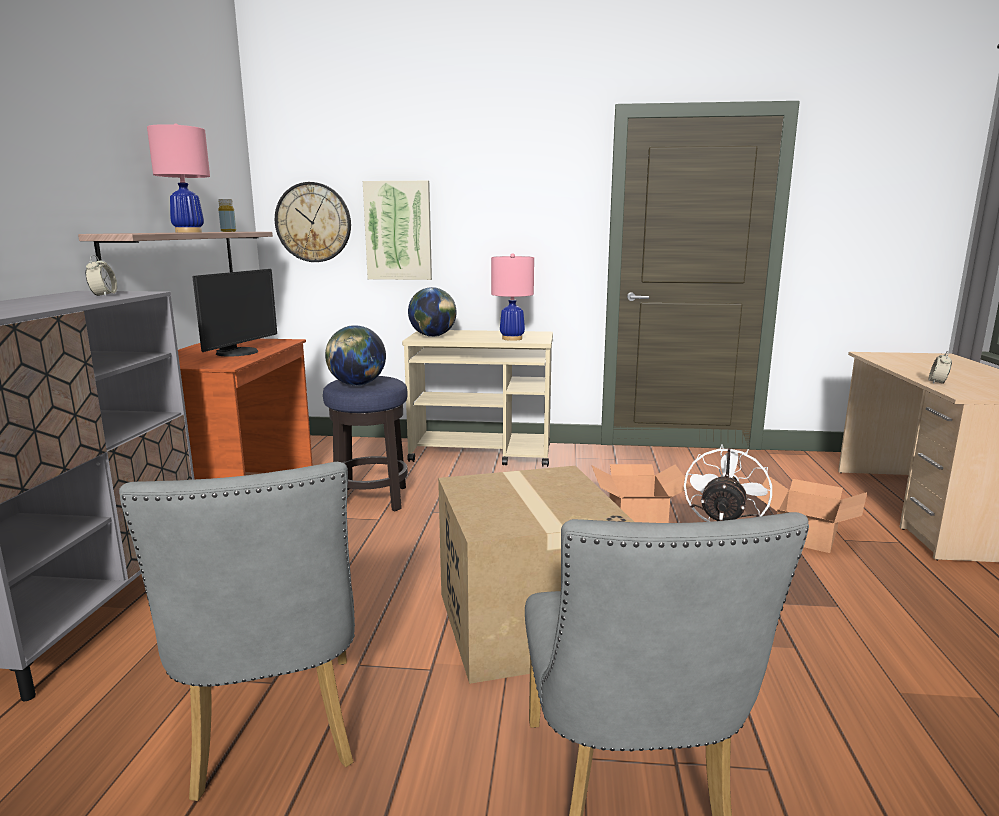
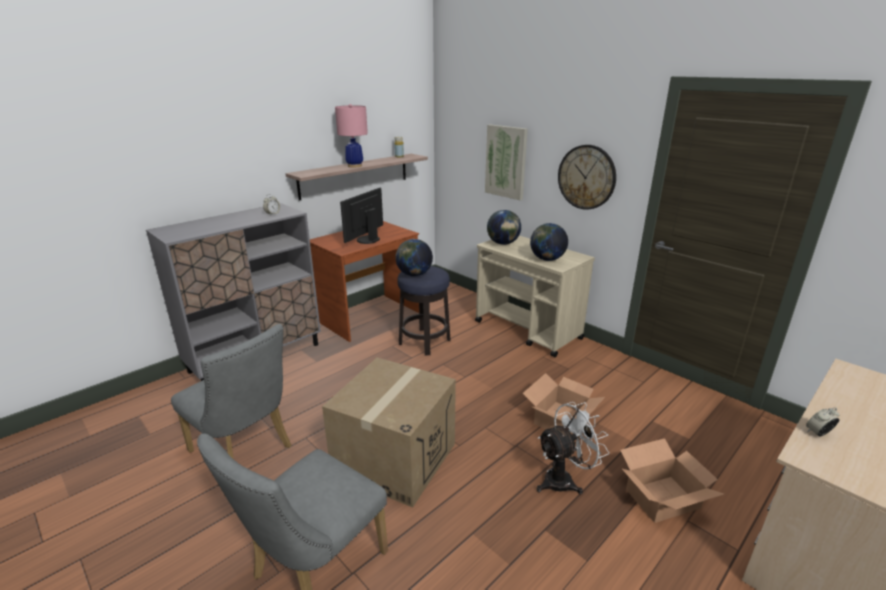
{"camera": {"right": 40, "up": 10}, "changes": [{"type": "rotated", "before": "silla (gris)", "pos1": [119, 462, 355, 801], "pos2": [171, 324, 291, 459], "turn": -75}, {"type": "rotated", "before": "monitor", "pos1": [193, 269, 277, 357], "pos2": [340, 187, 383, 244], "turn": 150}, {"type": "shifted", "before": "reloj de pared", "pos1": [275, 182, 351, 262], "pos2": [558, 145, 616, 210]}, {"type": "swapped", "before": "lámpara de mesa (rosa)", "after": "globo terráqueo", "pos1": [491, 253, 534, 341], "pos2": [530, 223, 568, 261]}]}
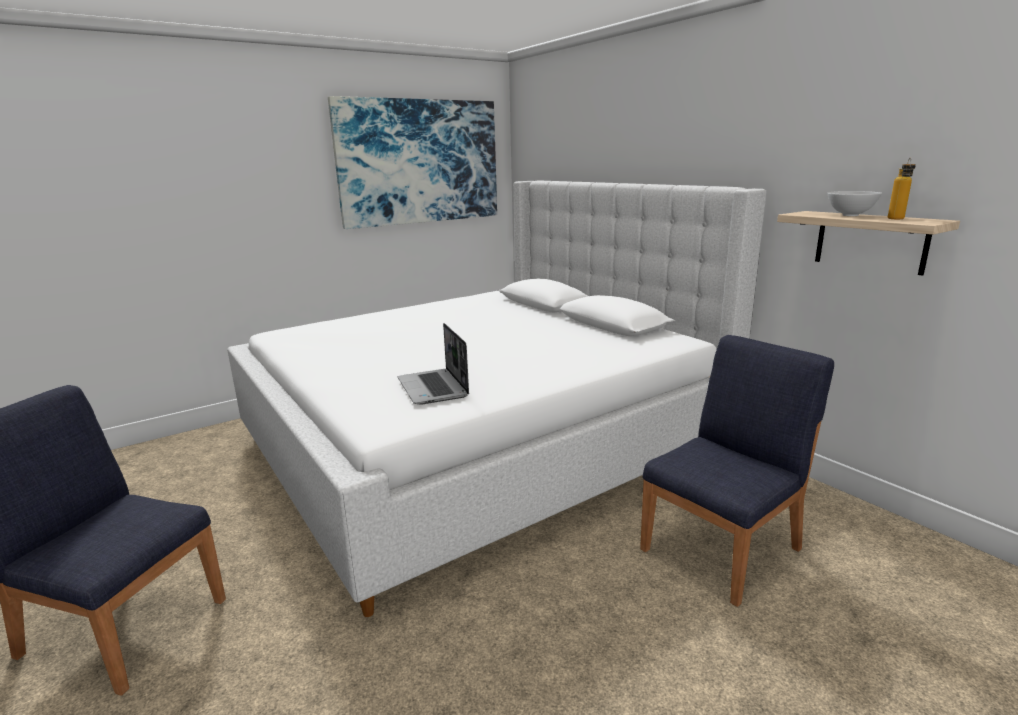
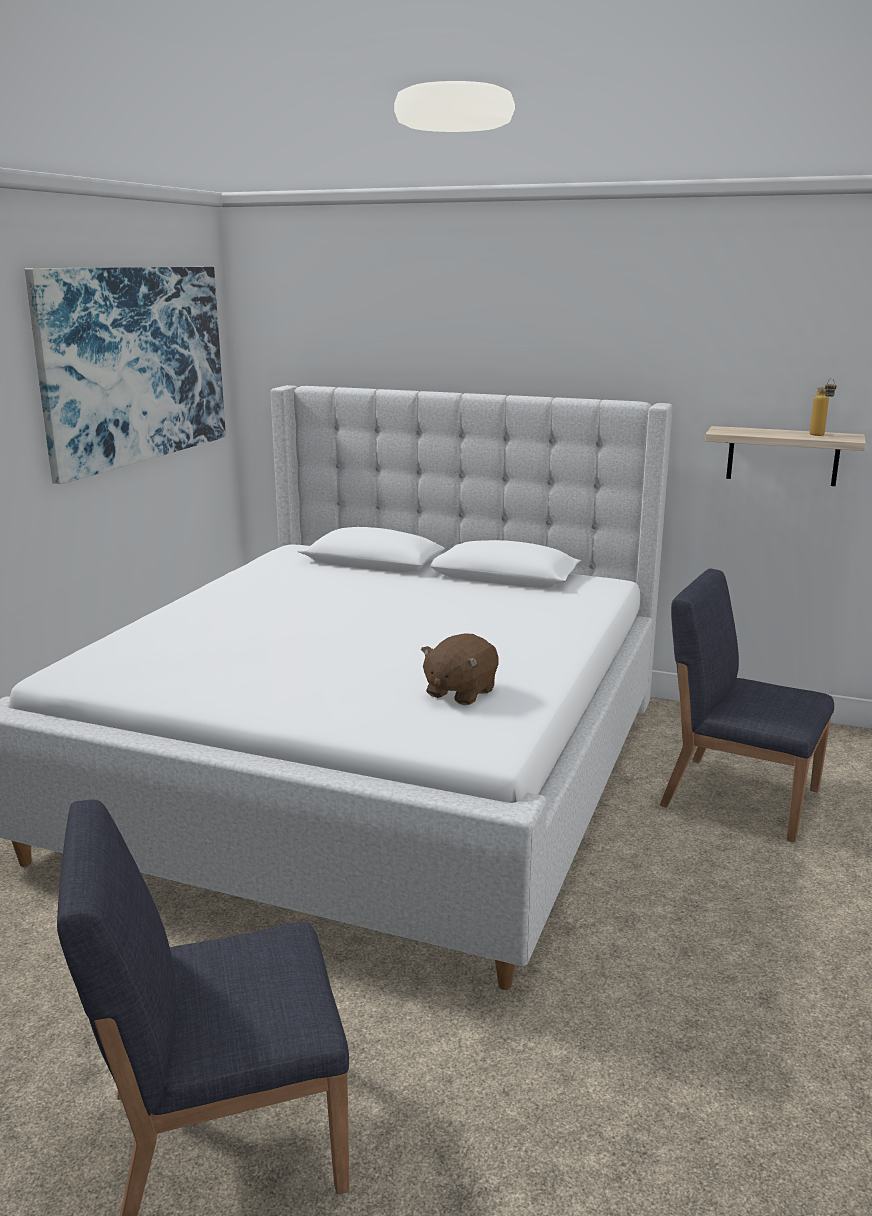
{"camera": {"right": -35, "up": 0}, "changes": [{"type": "swapped", "before": "portátil", "after": "peluche (marrón)", "pos1": [398, 323, 469, 404], "pos2": [421, 634, 499, 705]}, {"type": "rotated", "before": "silla (azul)", "pos1": [640, 335, 834, 607], "pos2": [660, 569, 834, 843], "turn": -75}, {"type": "gone", "before": "cuenco (blanco)", "pos1": [827, 191, 882, 216]}]}
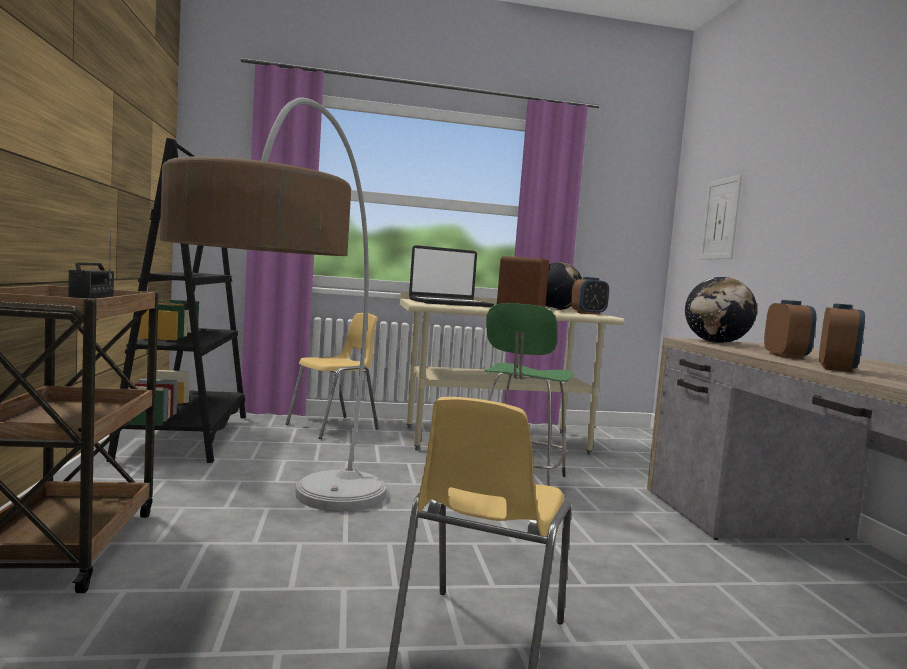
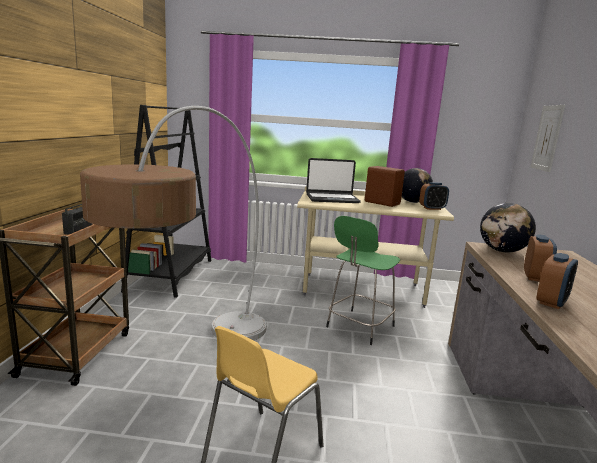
{"camera": {"right": 15, "up": 10}, "changes": [{"type": "gone", "before": "silla (amarillo)", "pos1": [286, 313, 379, 439]}]}
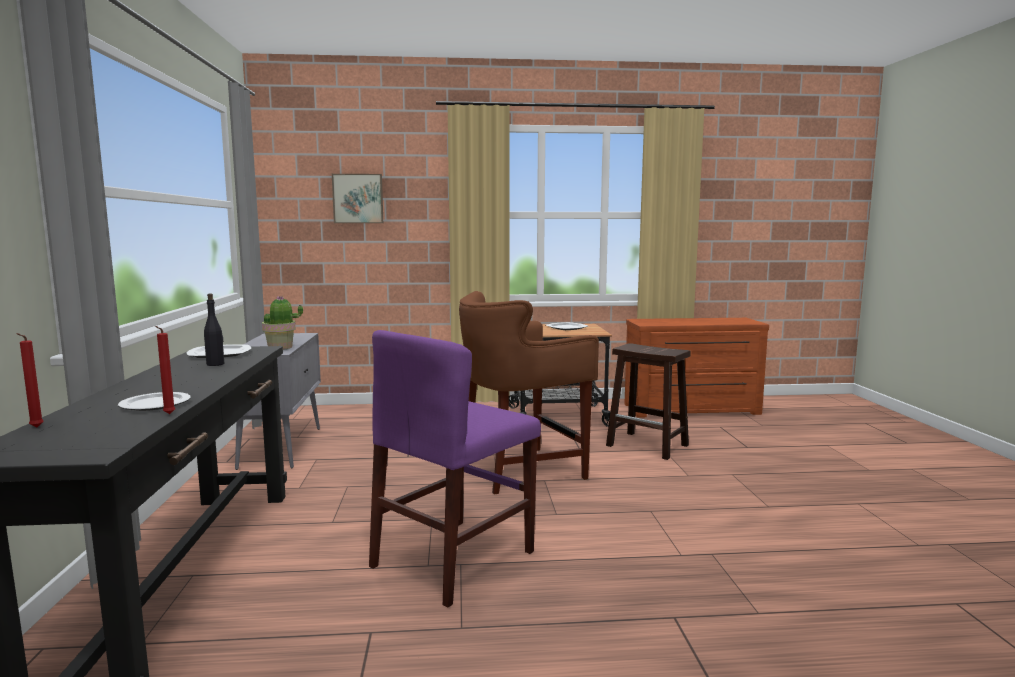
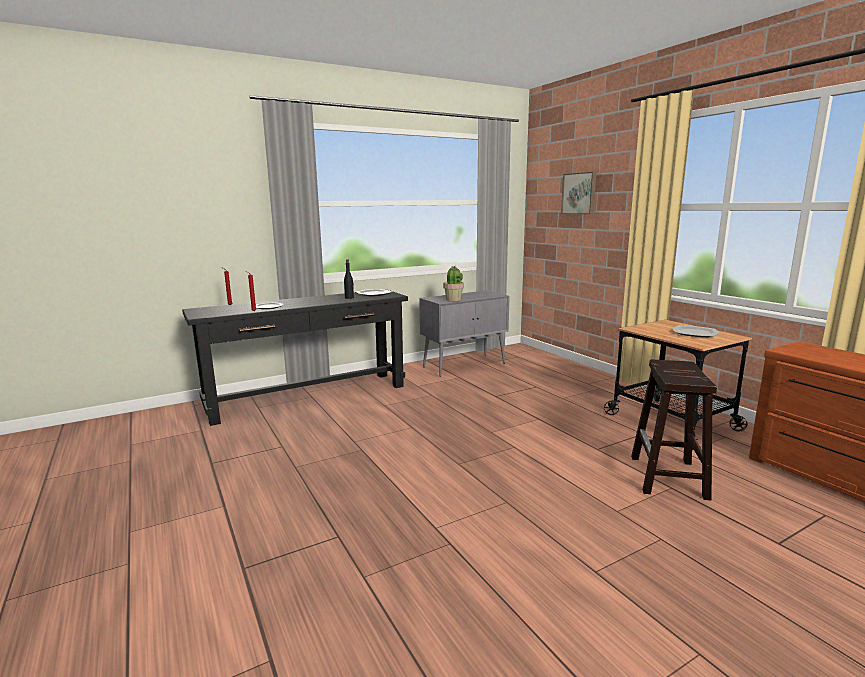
{"camera": {"right": 65, "up": 5}, "changes": [{"type": "gone", "before": "silla (morado)", "pos1": [369, 330, 541, 608]}, {"type": "gone", "before": "taburete (marrón)", "pos1": [459, 291, 599, 494]}]}
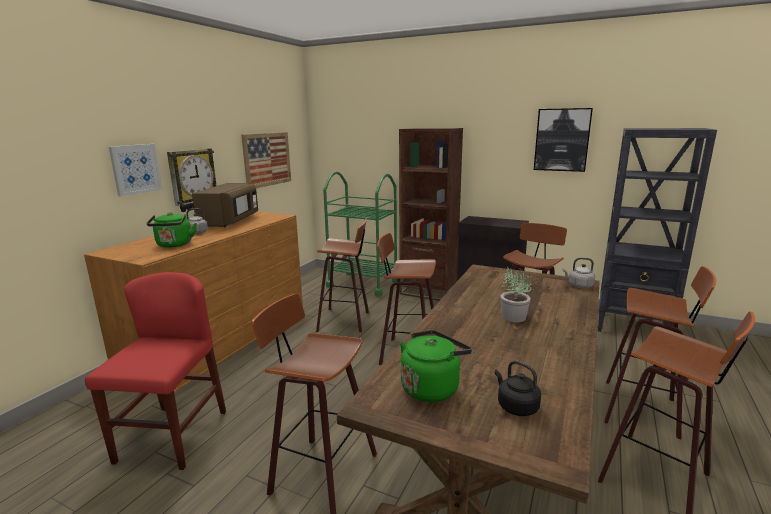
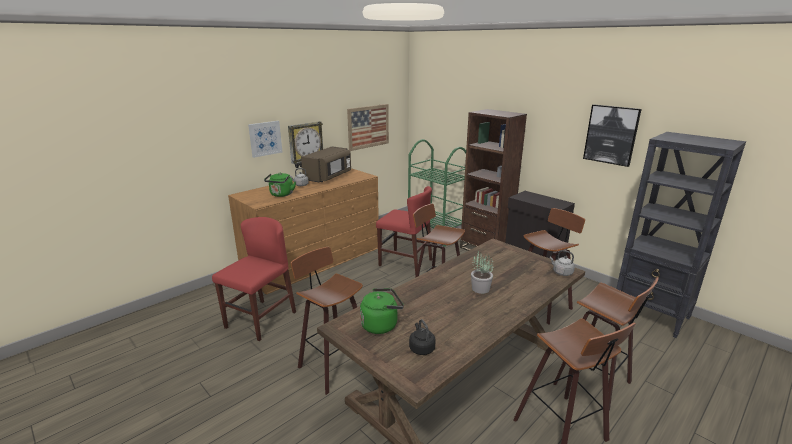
{"camera": {"right": 20, "up": 5}, "changes": [{"type": "swapped", "before": "taburete", "after": "silla (rojo)", "pos1": [316, 218, 369, 332], "pos2": [376, 186, 432, 275]}]}
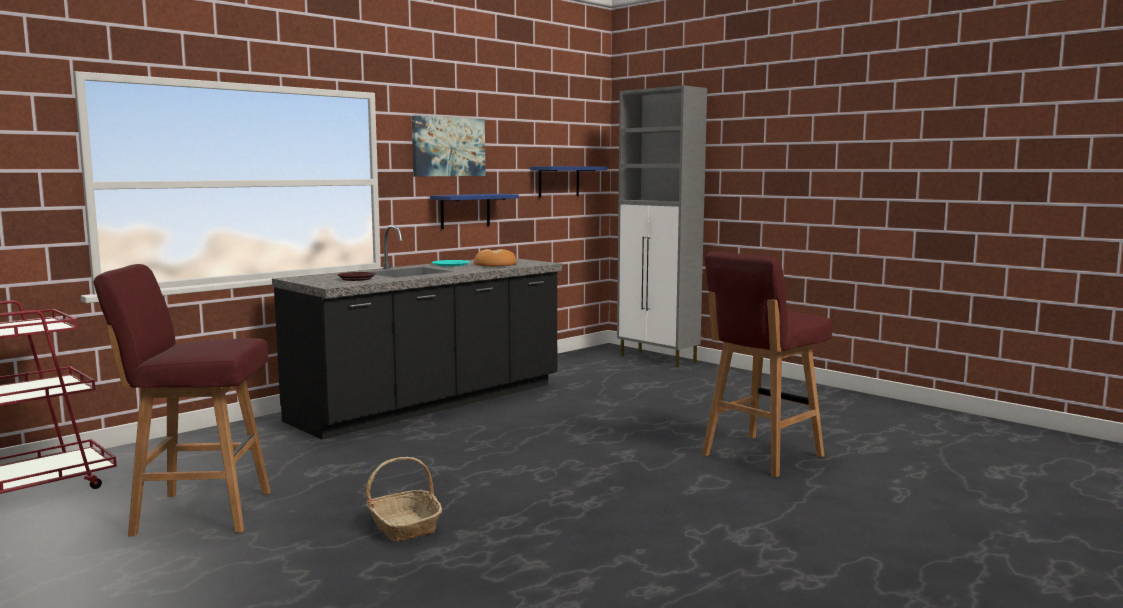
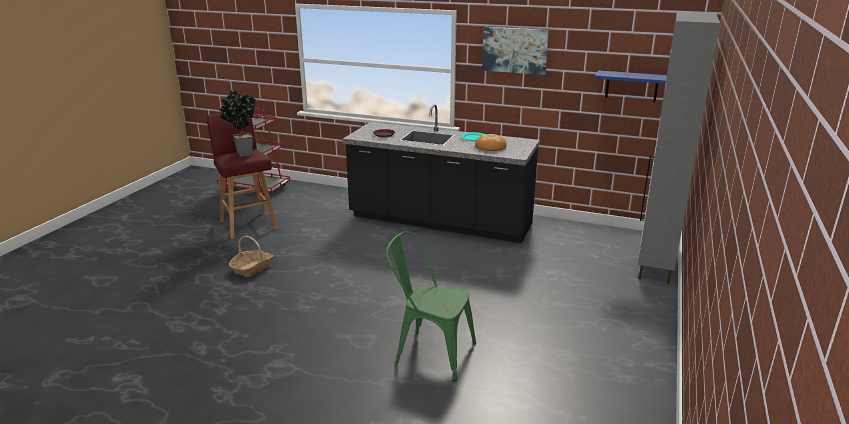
{"camera": {"right": 65, "up": 15}, "changes": [{"type": "gone", "before": "estante (azul)", "pos1": [430, 194, 519, 229]}, {"type": "swapped", "before": "taburete (rojo)", "after": "silla (verde)", "pos1": [702, 252, 832, 477], "pos2": [386, 231, 476, 381]}, {"type": "new", "after": "planta en maceta", "pos2": [219, 91, 256, 157]}]}
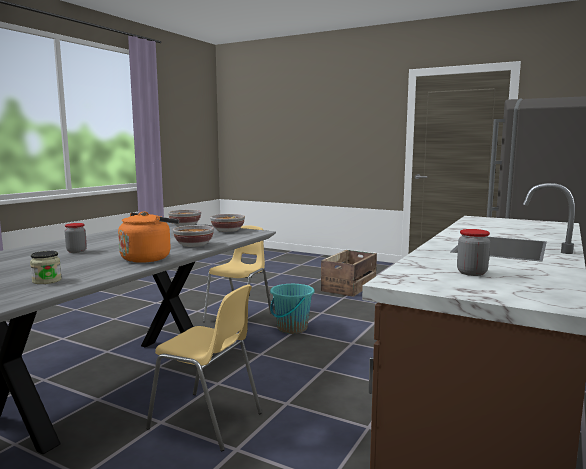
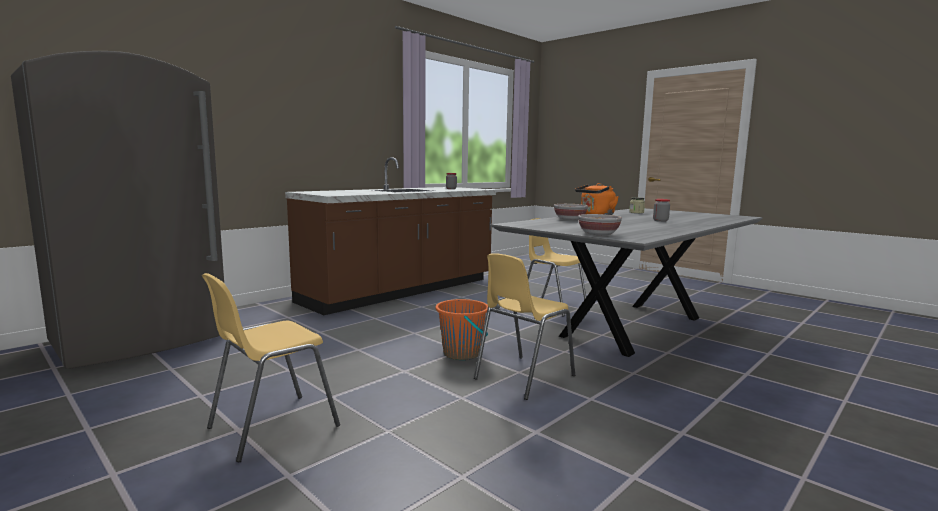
{"camera": {"right": -165, "up": 0}, "changes": [{"type": "gone", "before": "cuenco", "pos1": [210, 214, 245, 232]}, {"type": "repainted", "before": "cubo (turquesa)", "after": "cubo (naranja)", "pos1": [270, 284, 314, 334], "pos2": [435, 299, 488, 360]}, {"type": "swapped", "before": "caja de embalaje", "after": "silla (amarillo)", "pos1": [321, 250, 377, 297], "pos2": [202, 273, 340, 462]}]}
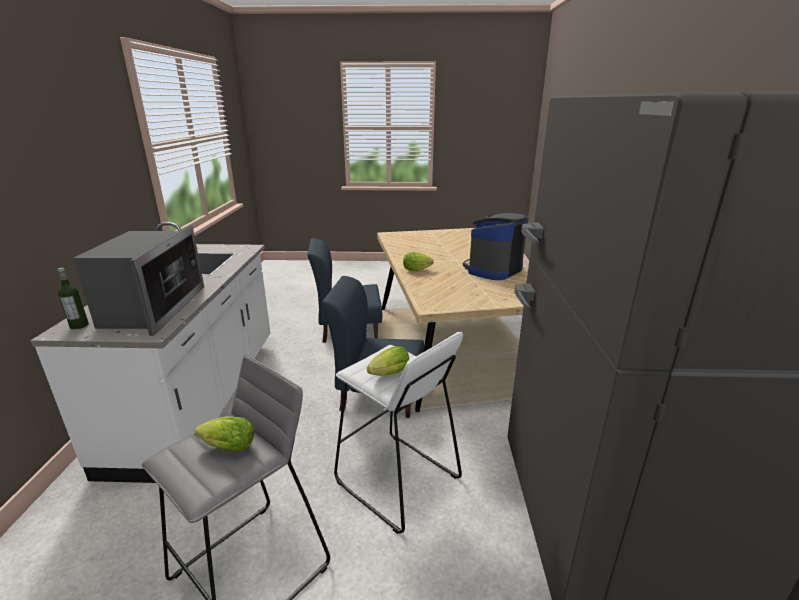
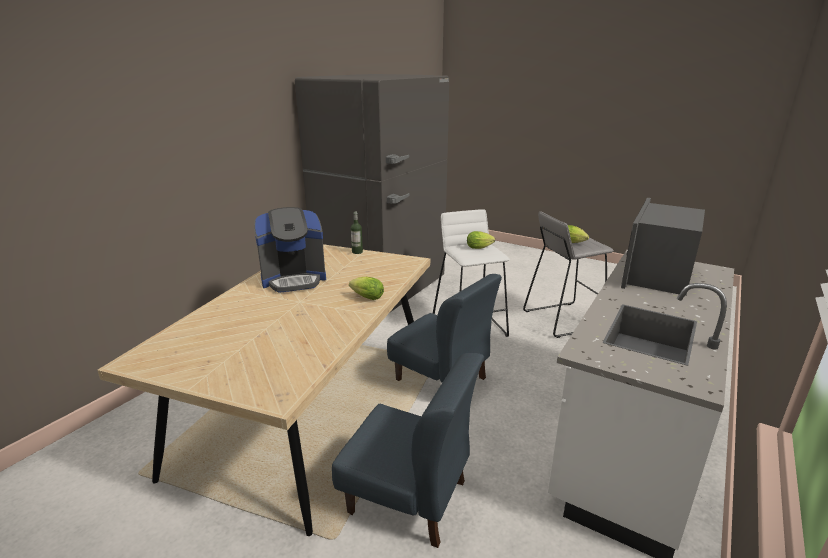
{"camera": {"right": -150, "up": 0}, "changes": [{"type": "shifted", "before": "botella", "pos1": [57, 268, 89, 329], "pos2": [351, 212, 363, 254]}]}
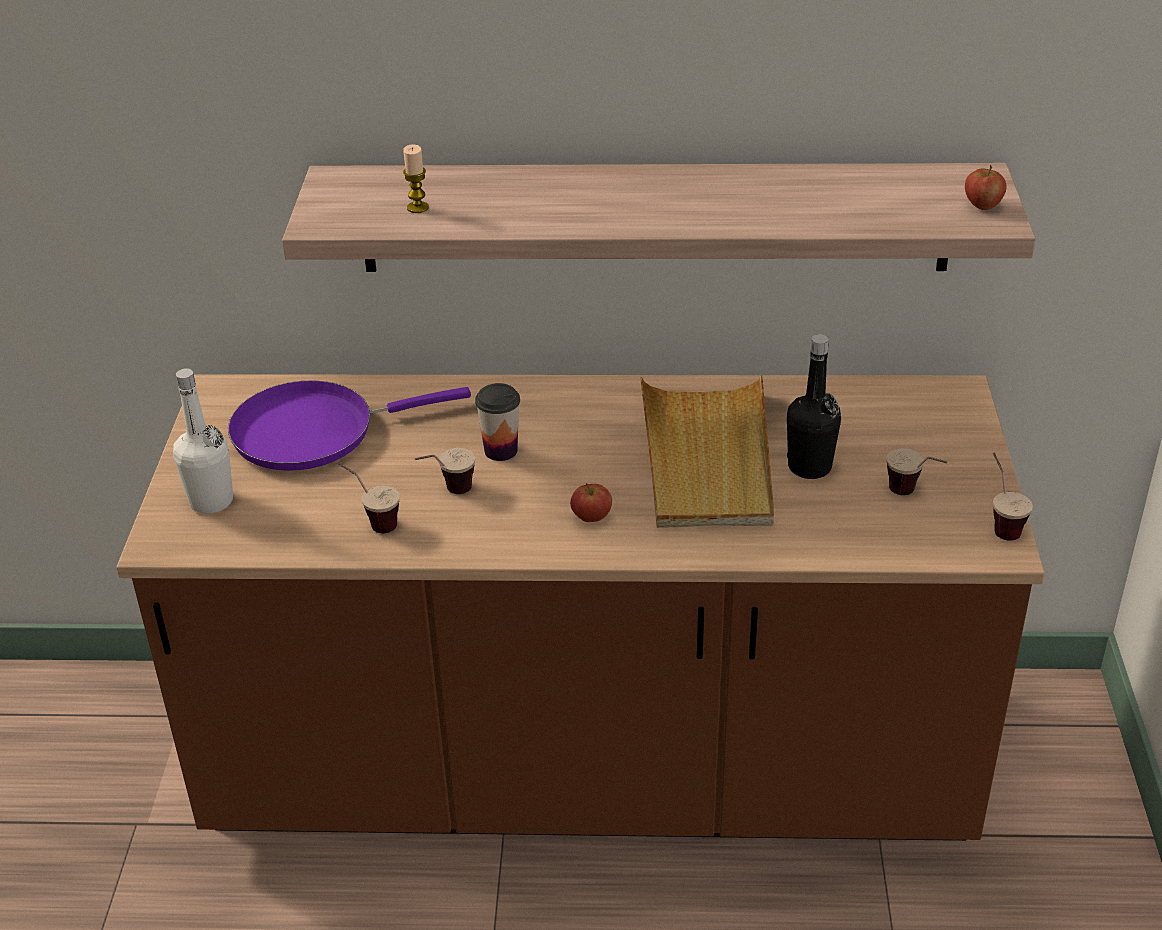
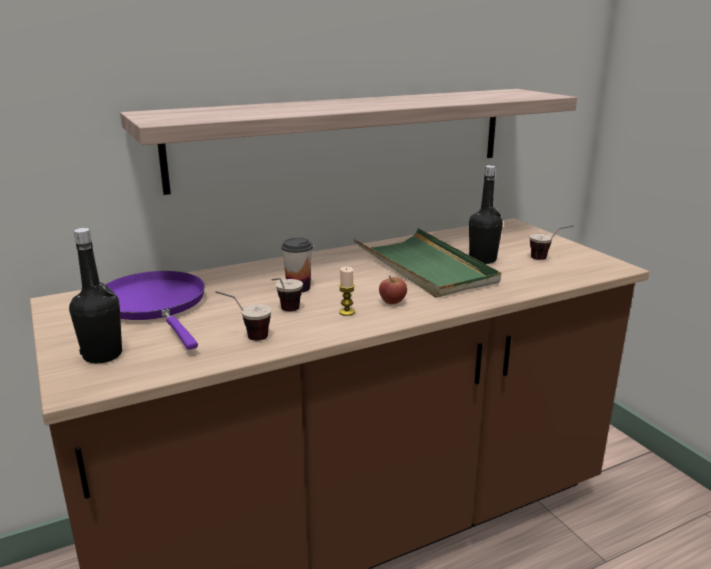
{"camera": {"right": -30, "up": -15}, "changes": [{"type": "repainted", "before": "botella (blanco)", "after": "botella (negro)", "pos1": [173, 368, 233, 514], "pos2": [69, 228, 122, 363]}, {"type": "rotated", "before": "sartén (morado)", "pos1": [228, 380, 471, 471], "pos2": [105, 271, 205, 350], "turn": 105}, {"type": "shifted", "before": "vela", "pos1": [403, 144, 429, 213], "pos2": [339, 266, 355, 316]}, {"type": "repainted", "before": "bandeja (beis)", "after": "bandeja (verde)", "pos1": [640, 375, 774, 528], "pos2": [354, 228, 501, 298]}, {"type": "gone", "before": "manzana", "pos1": [965, 165, 1007, 210]}, {"type": "gone", "before": "taza", "pos1": [993, 453, 1033, 541]}]}
